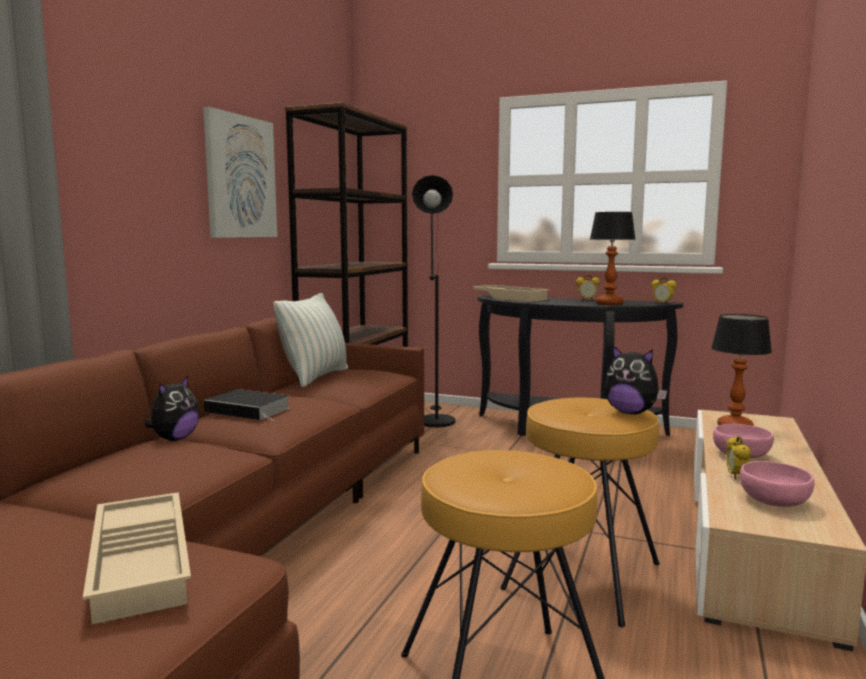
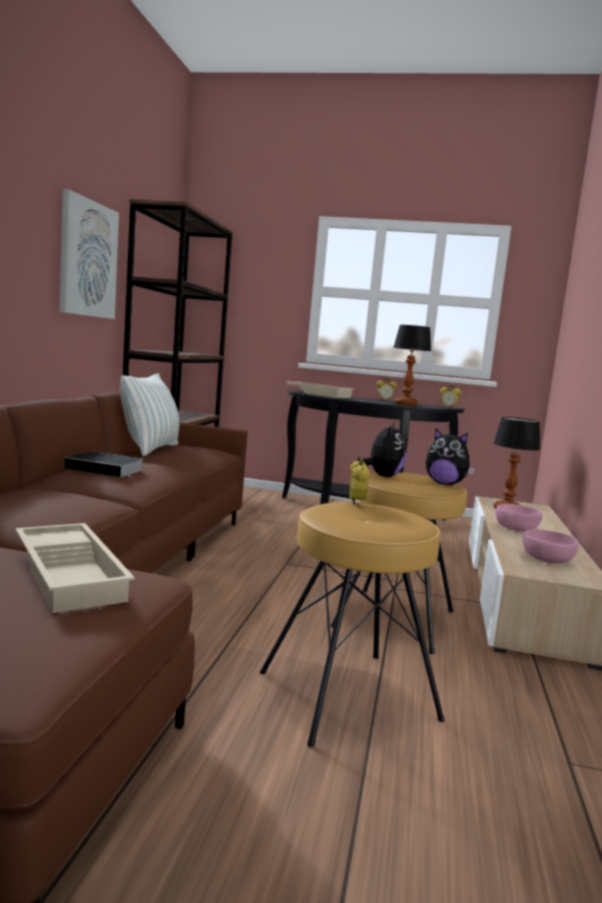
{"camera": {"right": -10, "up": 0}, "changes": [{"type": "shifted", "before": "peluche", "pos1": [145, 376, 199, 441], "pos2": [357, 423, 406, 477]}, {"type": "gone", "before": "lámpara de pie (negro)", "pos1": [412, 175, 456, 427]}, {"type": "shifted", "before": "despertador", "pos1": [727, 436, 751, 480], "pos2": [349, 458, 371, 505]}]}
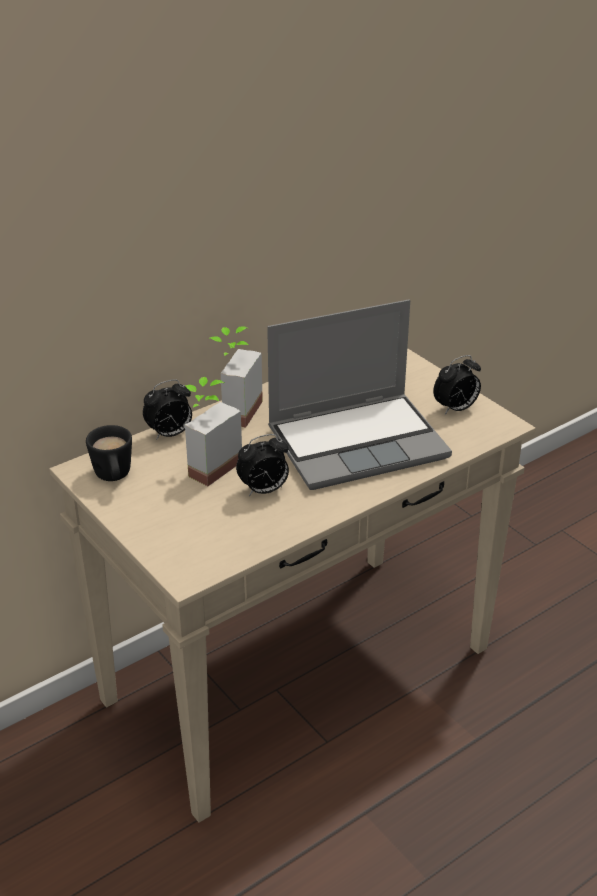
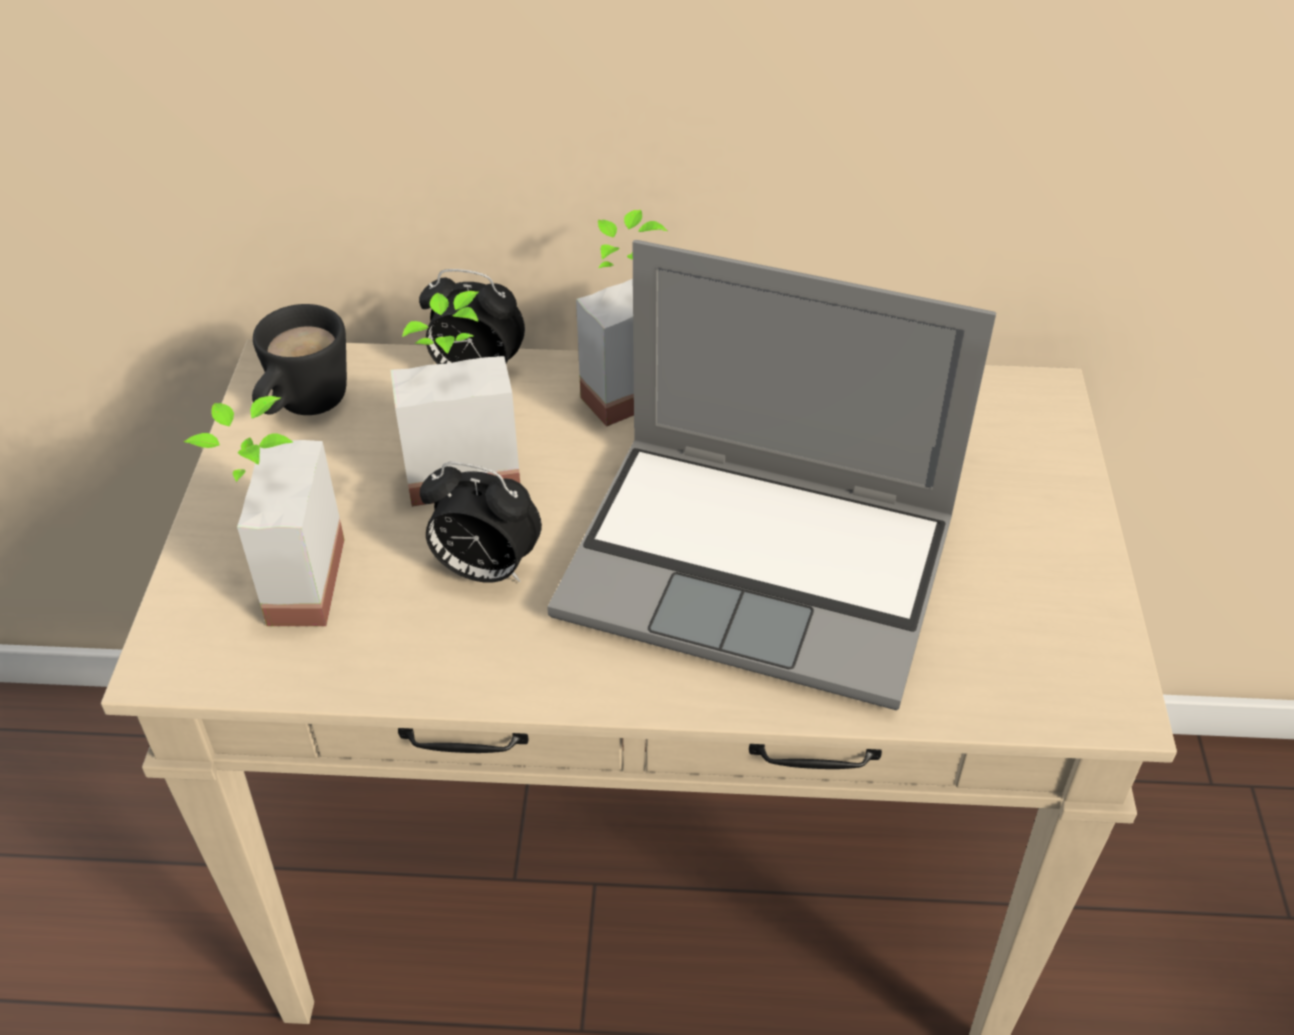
{"camera": {"right": 40, "up": 10}, "changes": [{"type": "gone", "before": "despertador", "pos1": [433, 355, 481, 414]}, {"type": "new", "after": "planta en maceta", "pos2": [183, 396, 345, 626]}]}
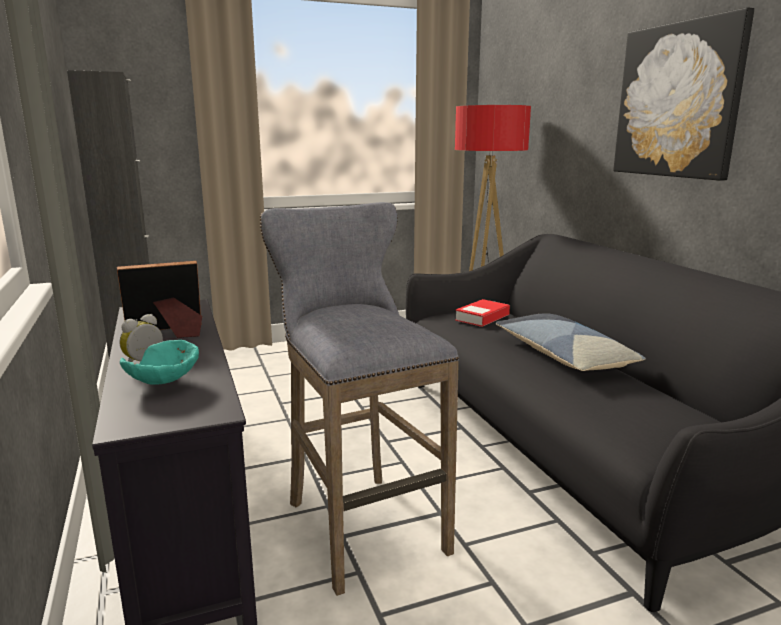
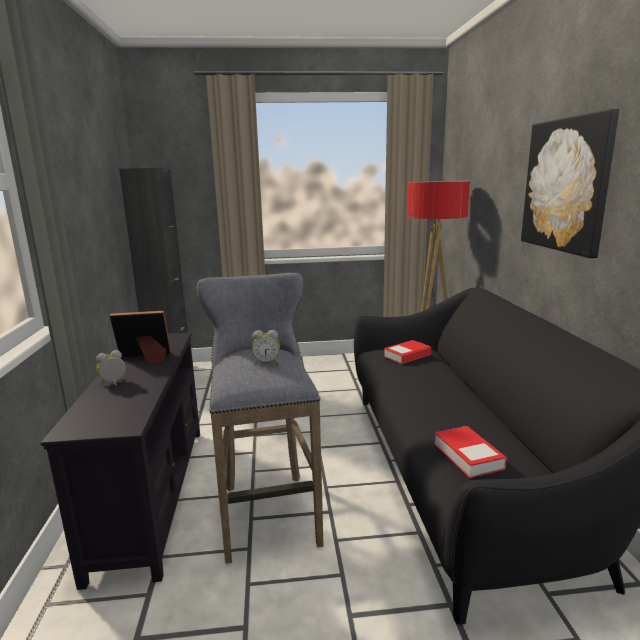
{"camera": {"right": 15, "up": 0}, "changes": [{"type": "gone", "before": "cuenco (turquesa)", "pos1": [120, 340, 199, 385]}, {"type": "gone", "before": "cojín", "pos1": [496, 313, 646, 371]}, {"type": "new", "after": "despertador", "pos2": [252, 330, 280, 365]}, {"type": "new", "after": "libro", "pos2": [434, 426, 507, 478]}]}
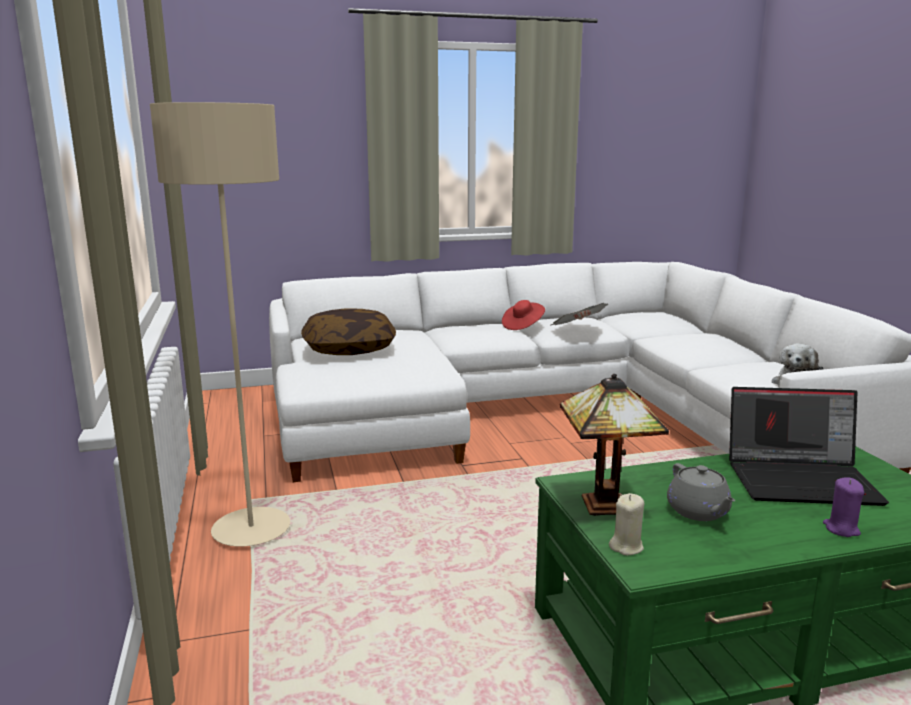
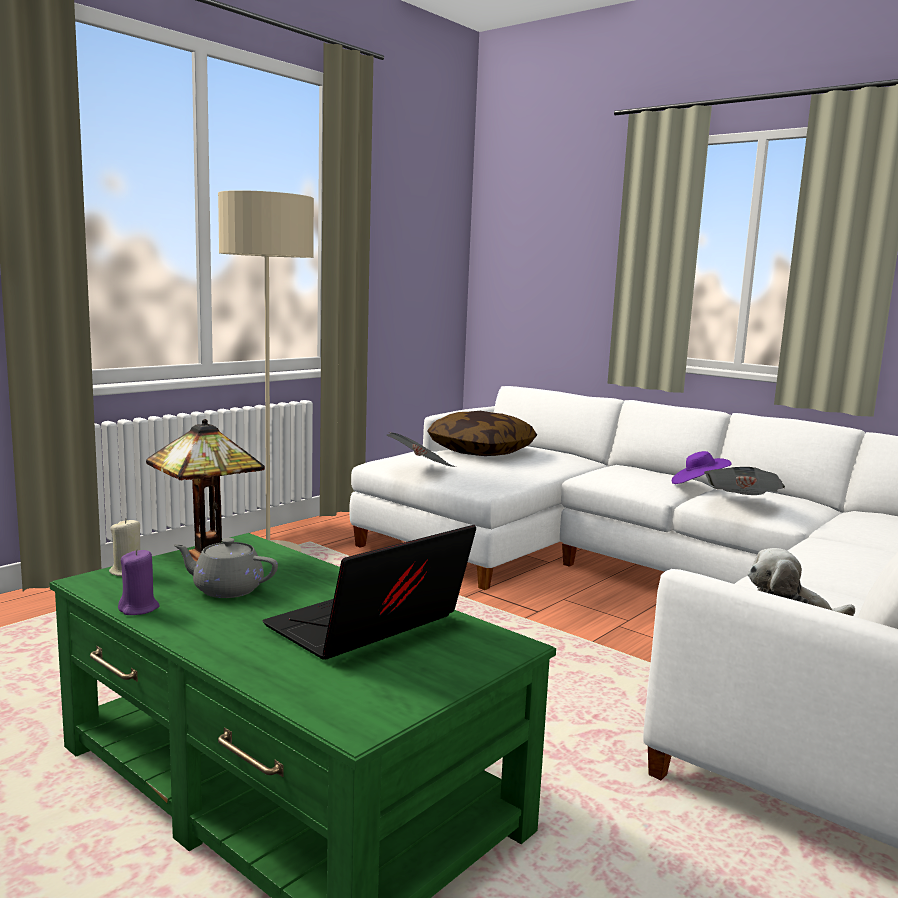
{"camera": {"right": 55, "up": -5}, "changes": [{"type": "repainted", "before": "sombrero (rojo)", "after": "sombrero (morado)", "pos1": [502, 300, 545, 330], "pos2": [672, 451, 731, 484]}, {"type": "rotated", "before": "tetera (gris)", "pos1": [667, 463, 735, 521], "pos2": [174, 538, 278, 598], "turn": 60}, {"type": "rotated", "before": "portátil", "pos1": [729, 387, 889, 506], "pos2": [262, 525, 476, 660], "turn": 75}, {"type": "shifted", "before": "vela (morado)", "pos1": [823, 477, 864, 537], "pos2": [118, 549, 160, 615]}, {"type": "new", "after": "periódico", "pos2": [387, 432, 456, 467]}]}
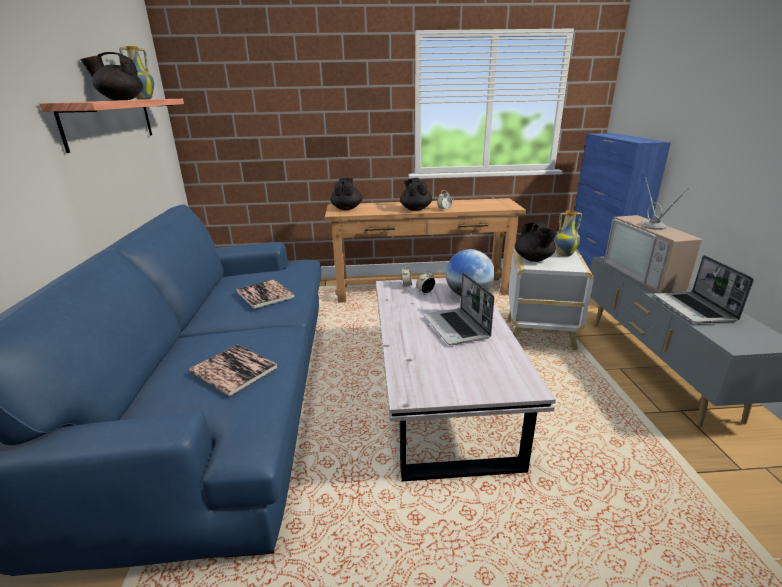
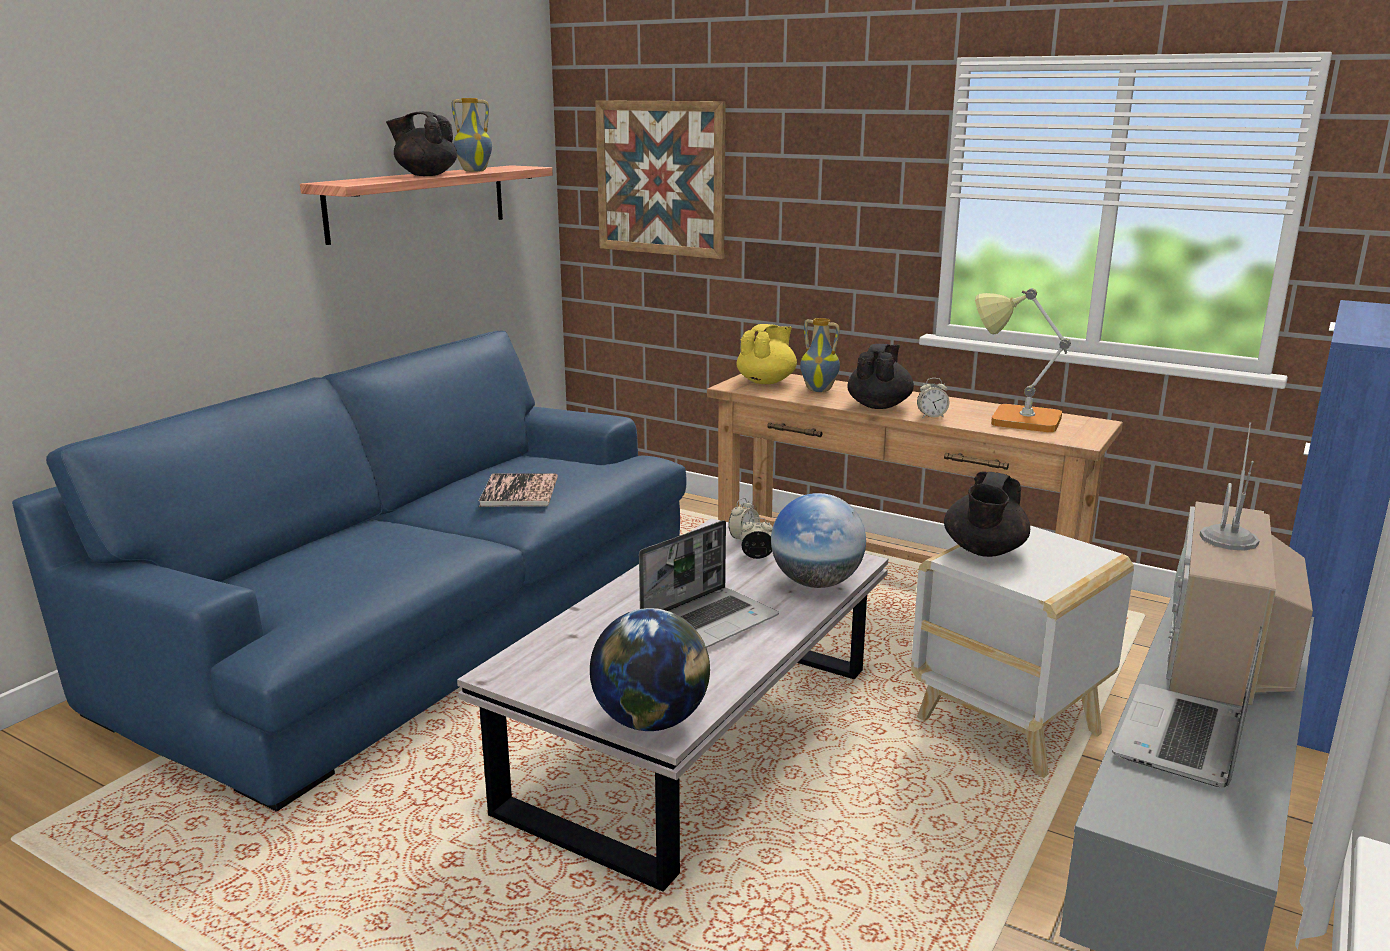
{"camera": {"right": 35, "up": -5}, "changes": [{"type": "gone", "before": "libro", "pos1": [189, 344, 278, 396]}, {"type": "repainted", "before": "tetera (negro)", "after": "tetera (amarillo)", "pos1": [331, 178, 362, 210], "pos2": [737, 324, 797, 384]}, {"type": "rotated", "before": "portátil", "pos1": [424, 272, 494, 345], "pos2": [639, 520, 779, 648], "turn": -150}, {"type": "shifted", "before": "florero", "pos1": [554, 210, 582, 256], "pos2": [800, 318, 840, 392]}, {"type": "new", "after": "globo terráqueo", "pos2": [590, 608, 710, 731]}, {"type": "new", "after": "cuadro", "pos2": [595, 100, 726, 259]}, {"type": "new", "after": "lámpara de mesa", "pos2": [975, 288, 1071, 432]}]}
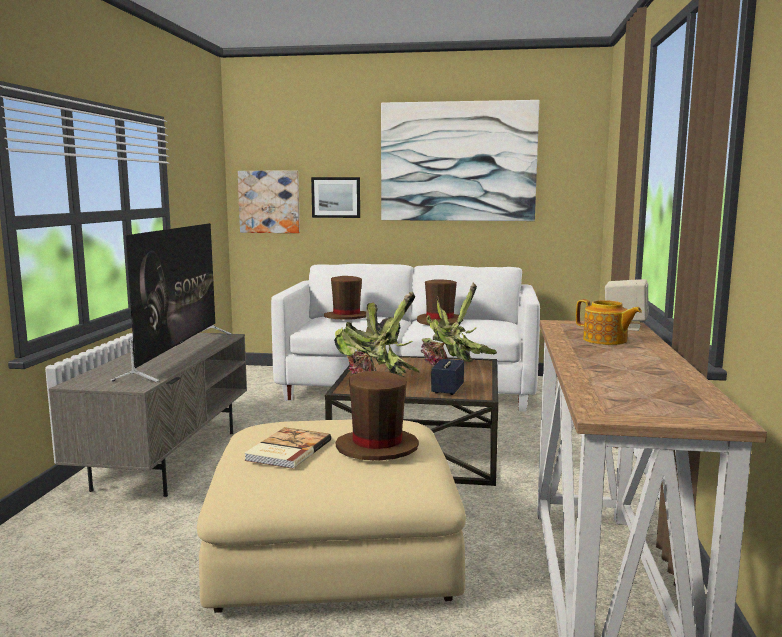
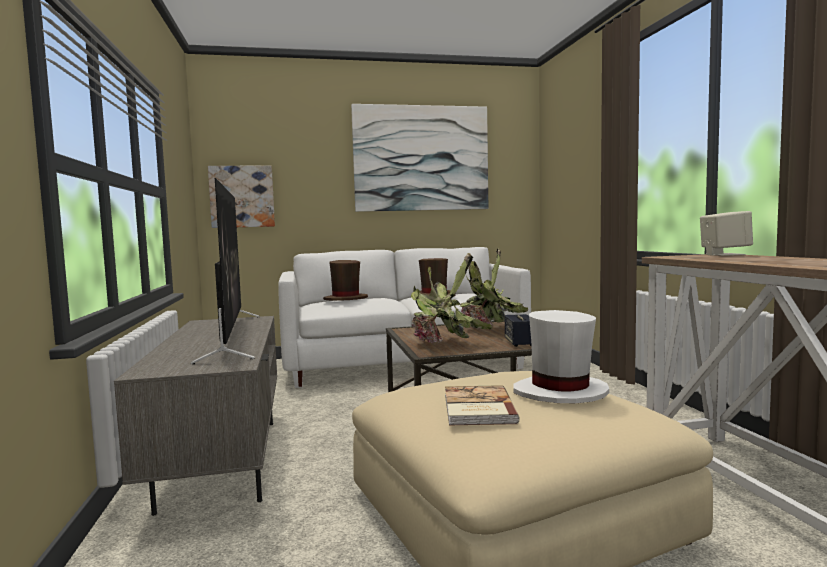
{"camera": {"right": -20, "up": -5}, "changes": [{"type": "gone", "before": "cuadro", "pos1": [311, 177, 360, 218]}, {"type": "repainted", "before": "sombrero (marrón)", "after": "sombrero (blanco)", "pos1": [335, 371, 419, 461], "pos2": [513, 310, 609, 403]}, {"type": "gone", "before": "tetera", "pos1": [576, 299, 642, 345]}]}
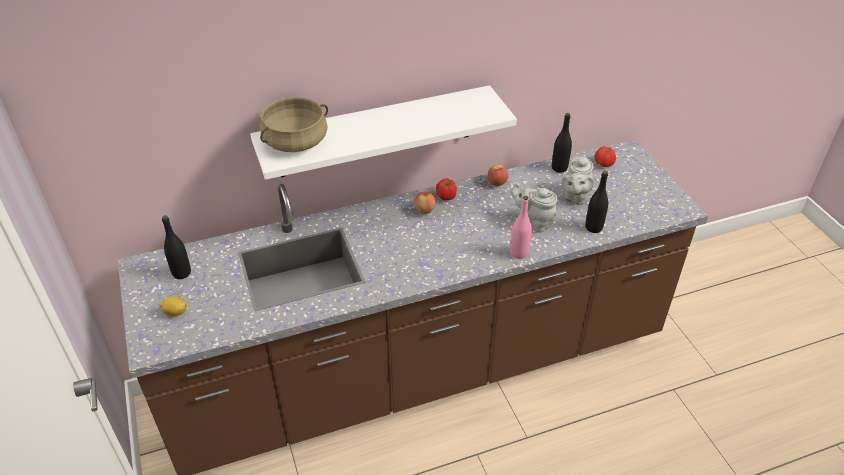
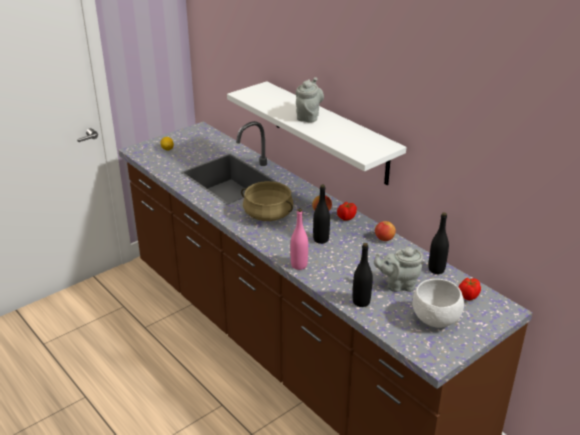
{"camera": {"right": 70, "up": -10}, "changes": [{"type": "shifted", "before": "botella (negro)", "pos1": [162, 215, 191, 279], "pos2": [313, 185, 330, 244]}, {"type": "shifted", "before": "olla (beis)", "pos1": [260, 97, 328, 152], "pos2": [241, 181, 293, 221]}, {"type": "shifted", "before": "tetera (gris)", "pos1": [511, 183, 557, 233], "pos2": [296, 77, 324, 122]}, {"type": "new", "after": "cuenco (blanco)", "pos2": [412, 279, 464, 328]}]}
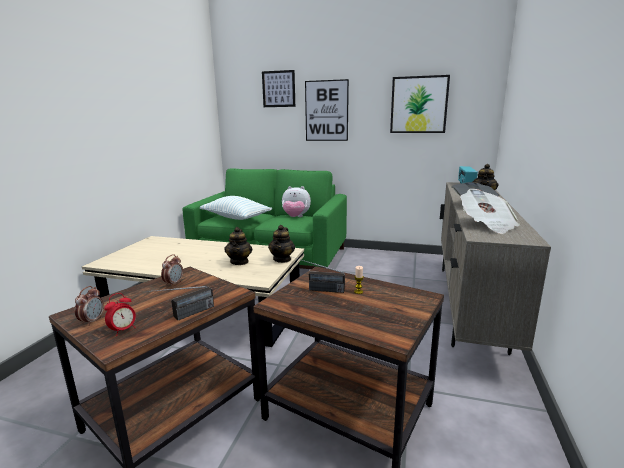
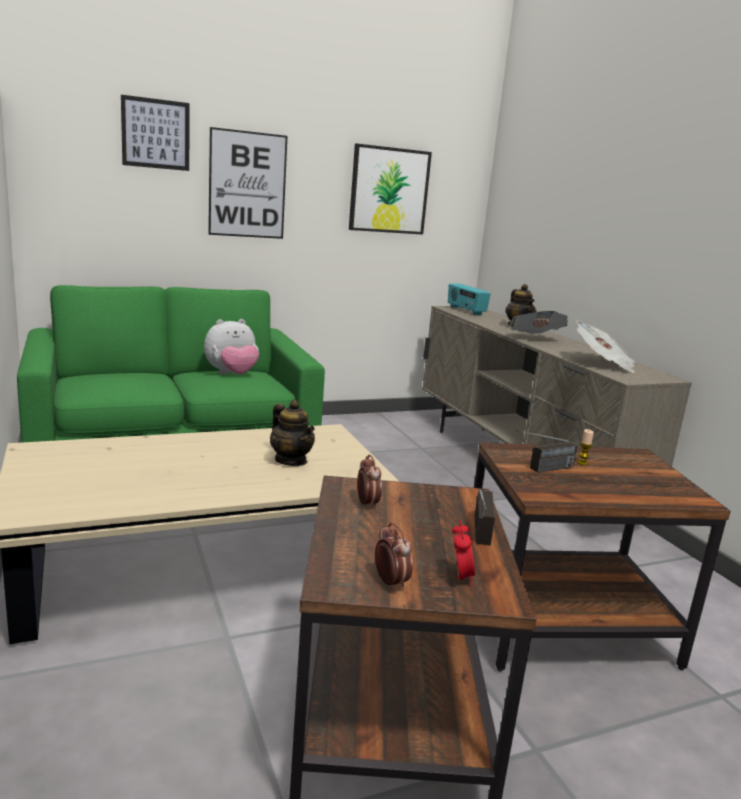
{"camera": {"right": -40, "up": 0}, "changes": [{"type": "gone", "before": "cojín", "pos1": [200, 196, 272, 220]}, {"type": "gone", "before": "tetera", "pos1": [268, 225, 295, 263]}]}
